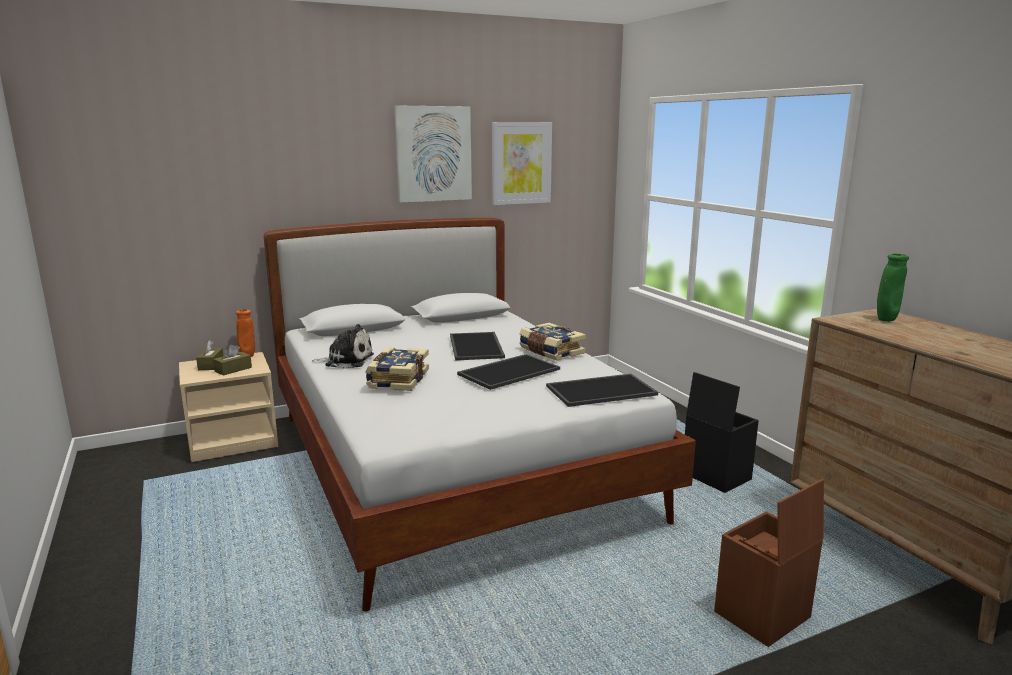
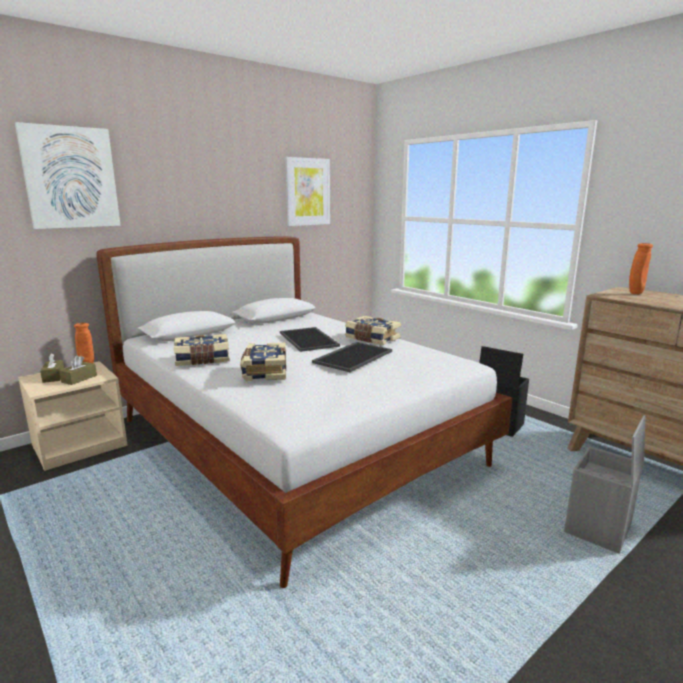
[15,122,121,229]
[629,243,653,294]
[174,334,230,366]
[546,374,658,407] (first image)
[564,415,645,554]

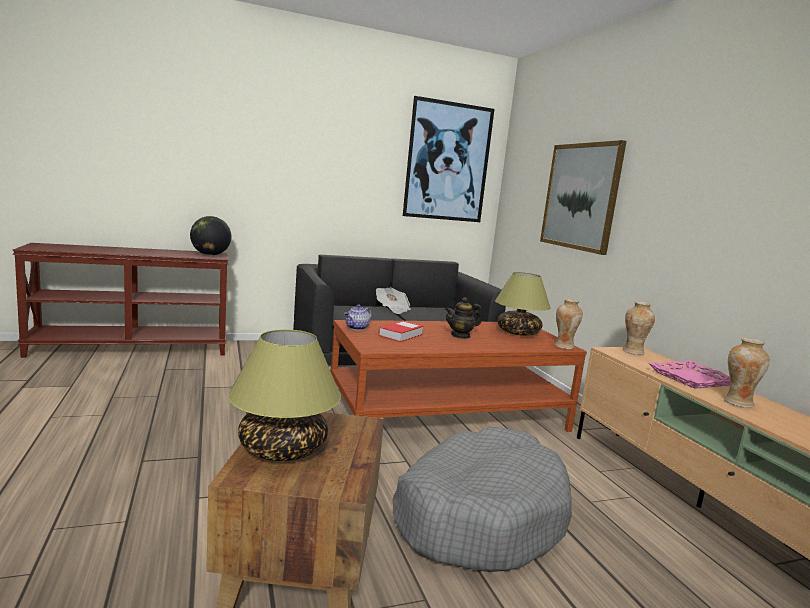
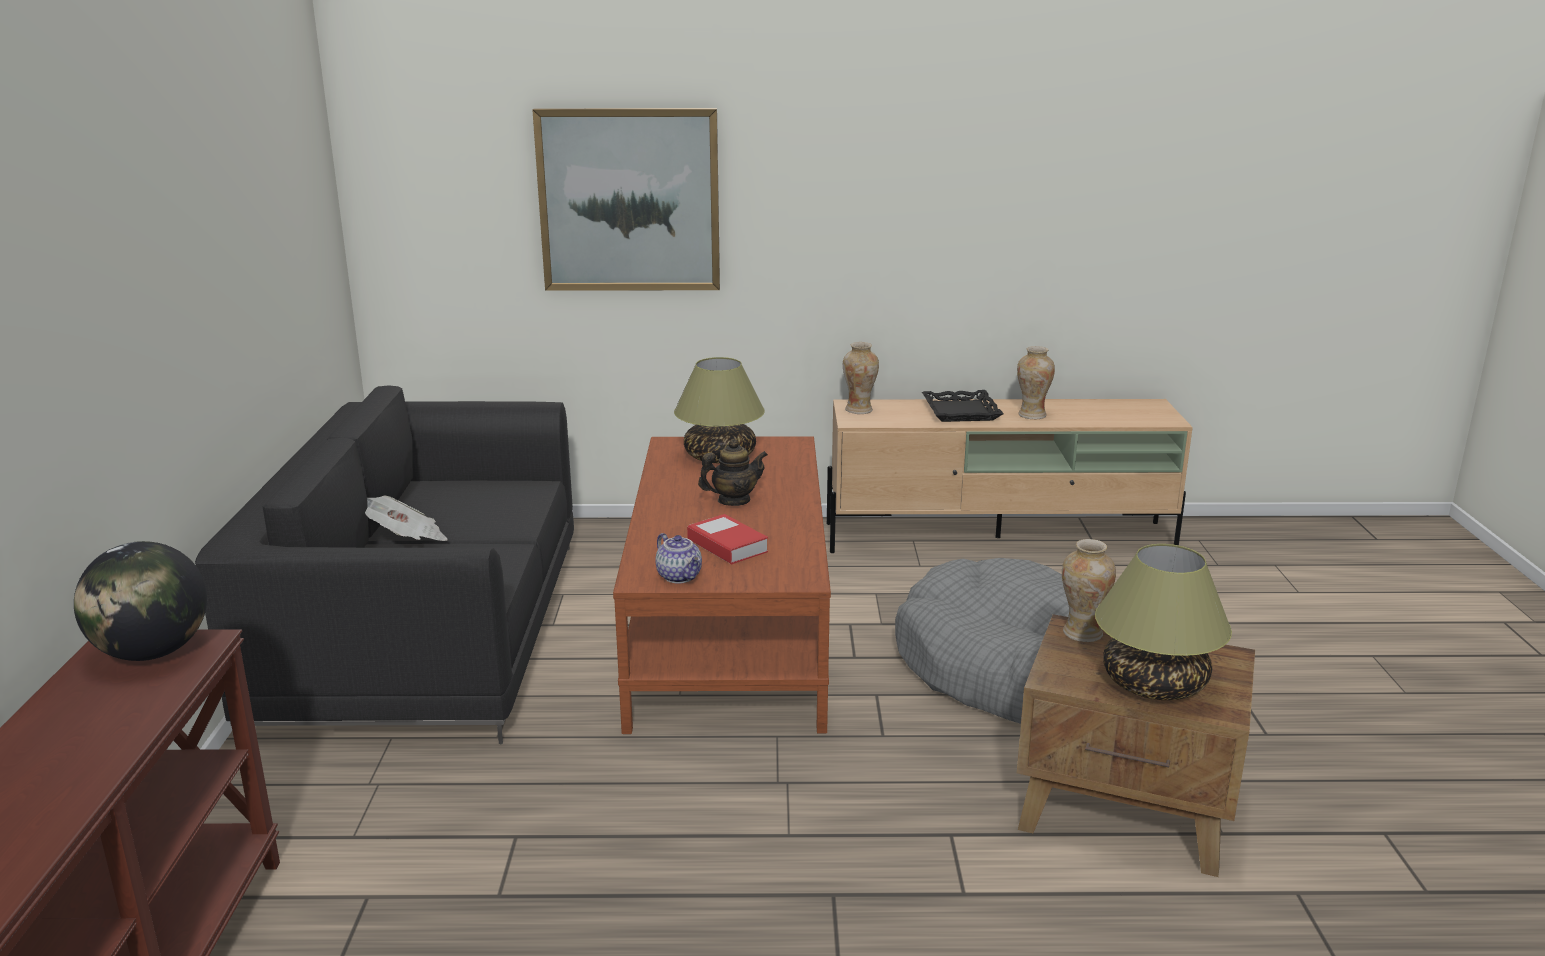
[403,96,494,222] (first image)
[698,439,768,506]
[1062,539,1116,642]
[922,390,1004,422]

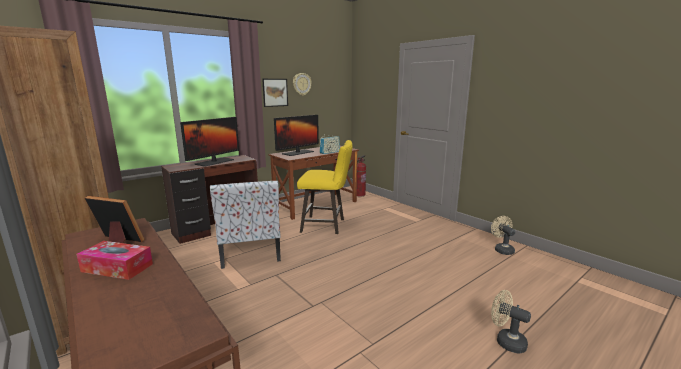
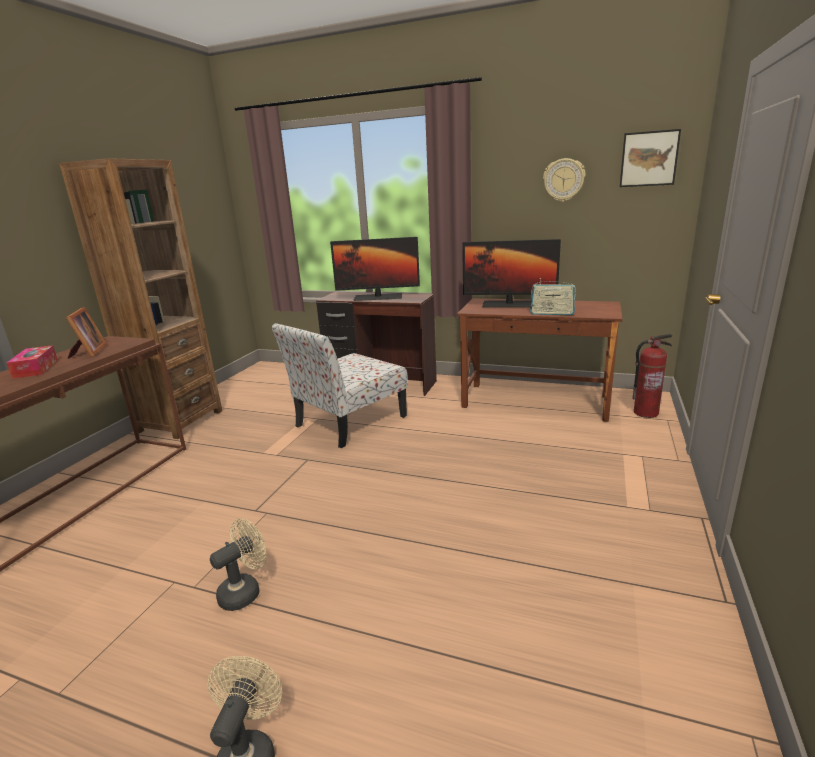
[620,129,681,187]
[297,140,353,234] (first image)
[210,518,266,611]

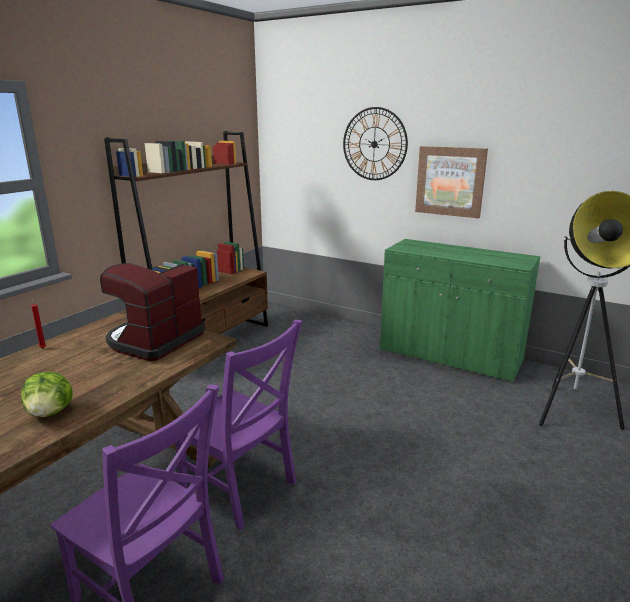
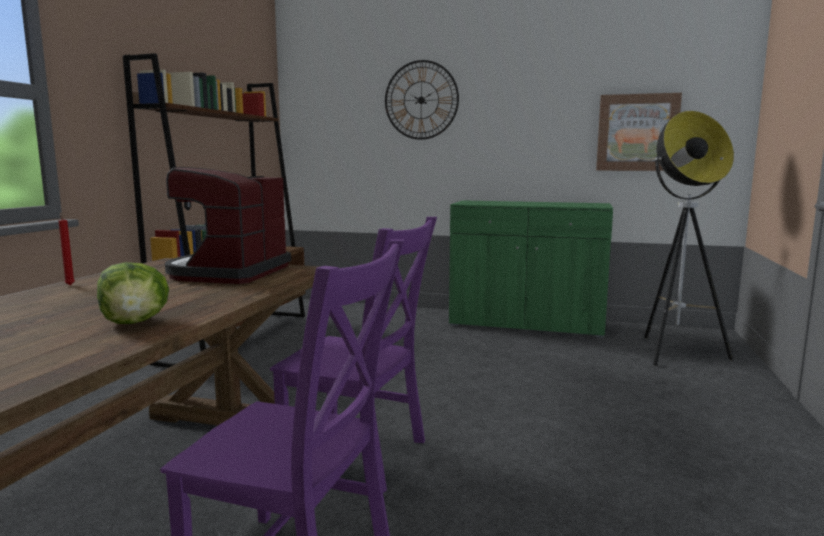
[596,93,682,171]

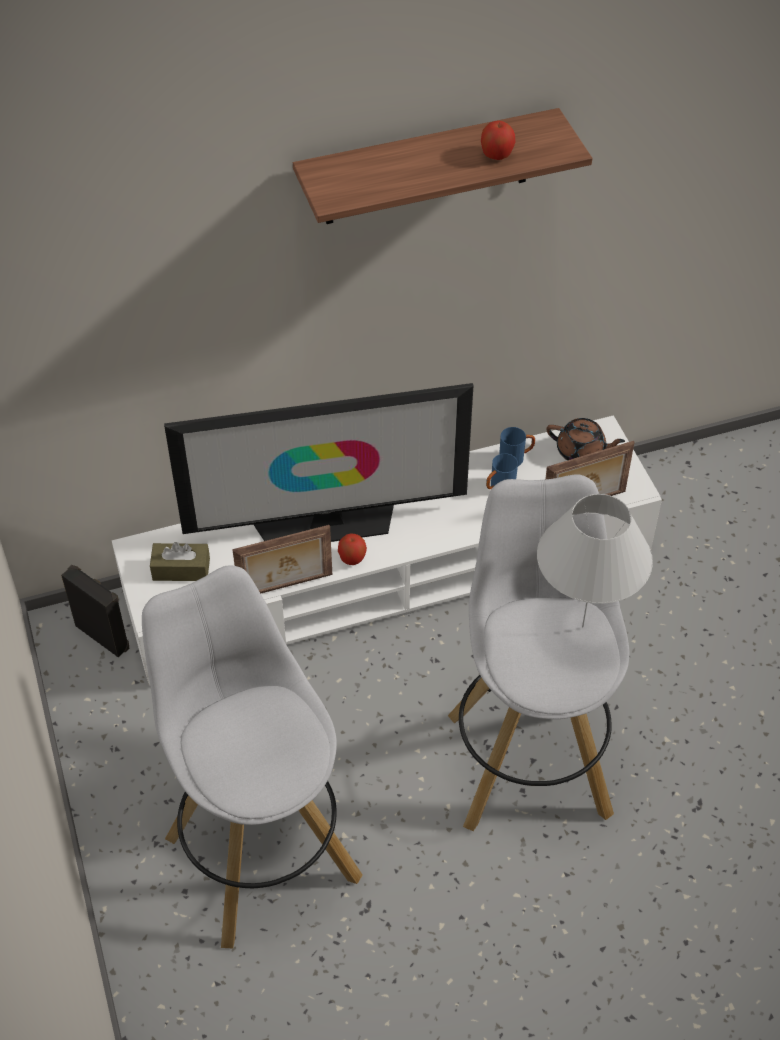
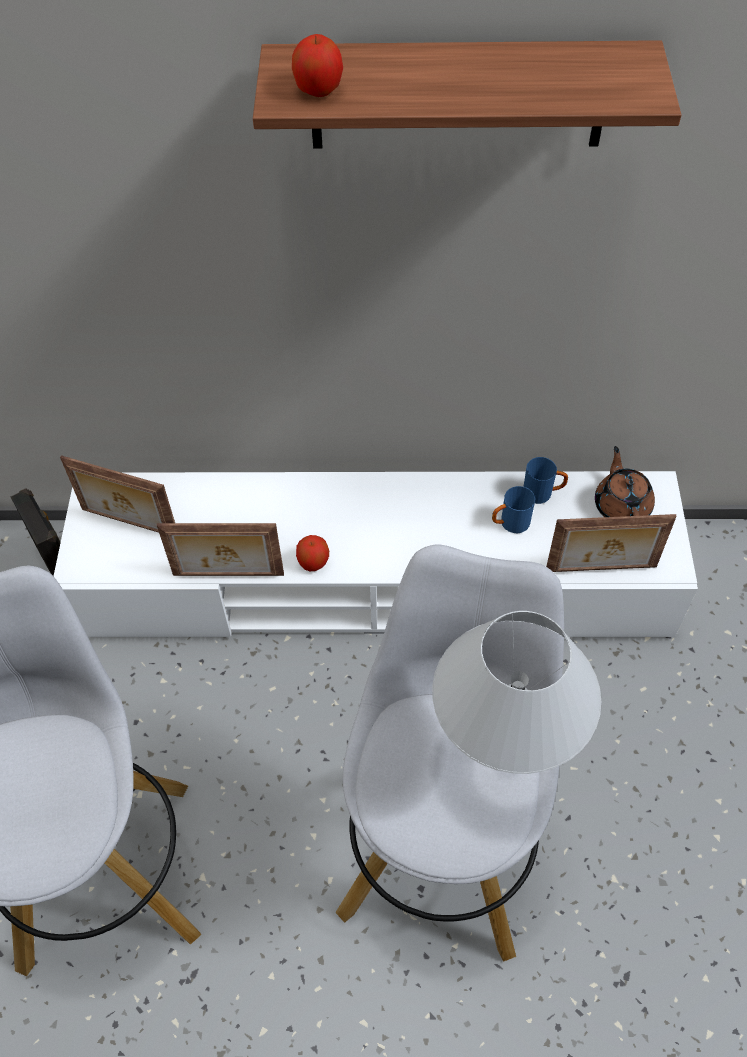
[292,34,343,97]
[164,383,474,542] (first image)
[595,446,655,517]
[60,455,175,533]

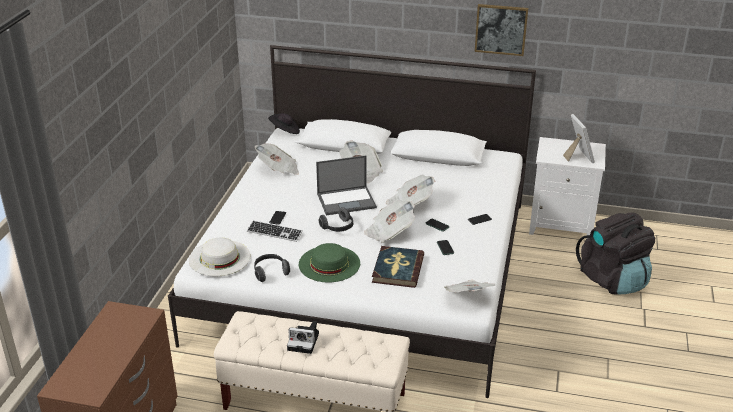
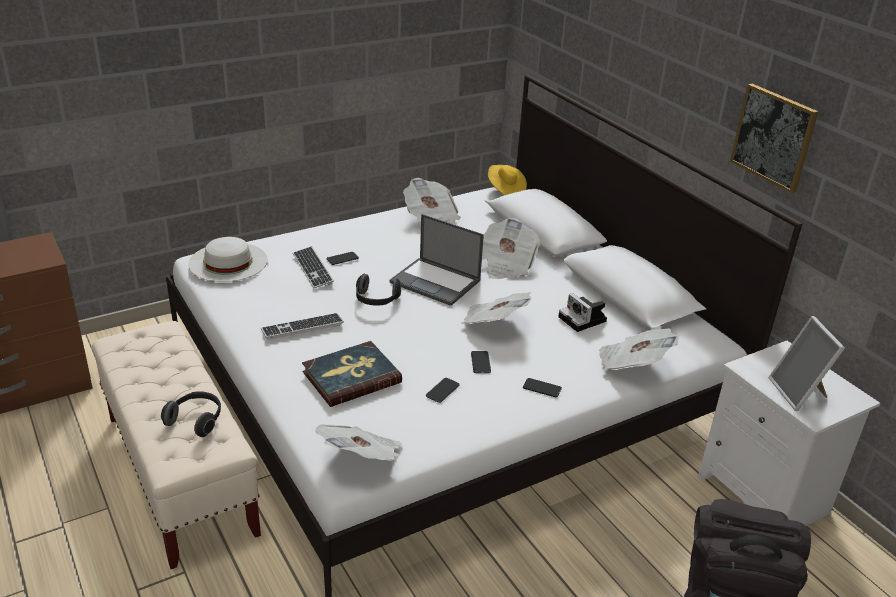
[488,165,527,195]
[769,316,845,411]
[599,328,679,370]
[261,313,344,340]
[161,391,221,437]
[558,293,607,332]

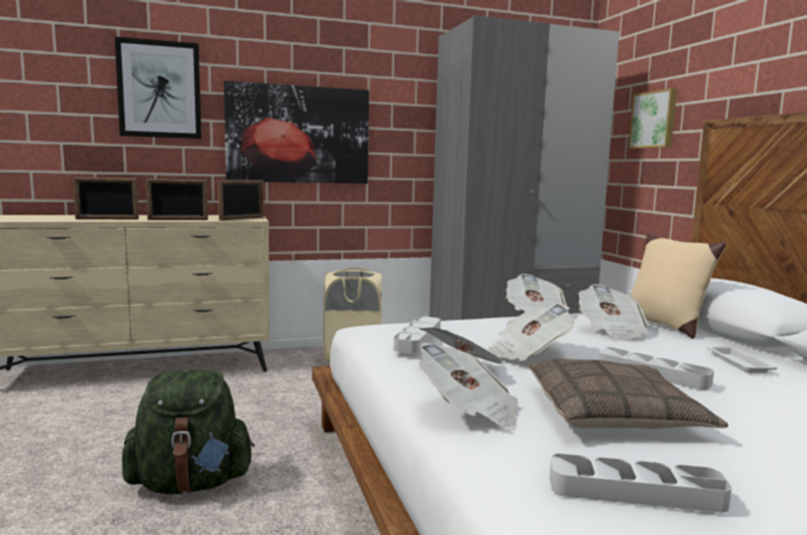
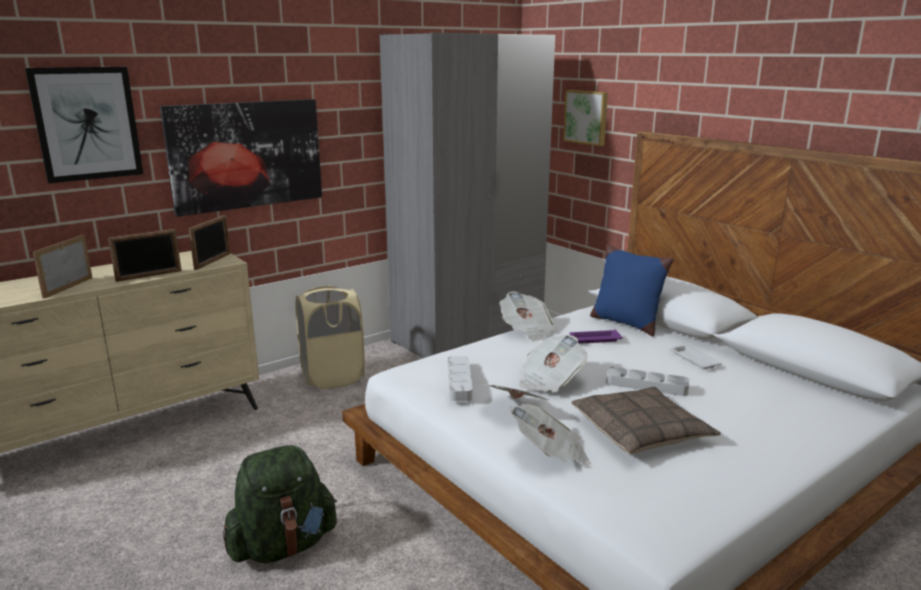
[33,235,92,299]
[590,244,673,336]
[569,330,623,344]
[550,453,732,513] (first image)

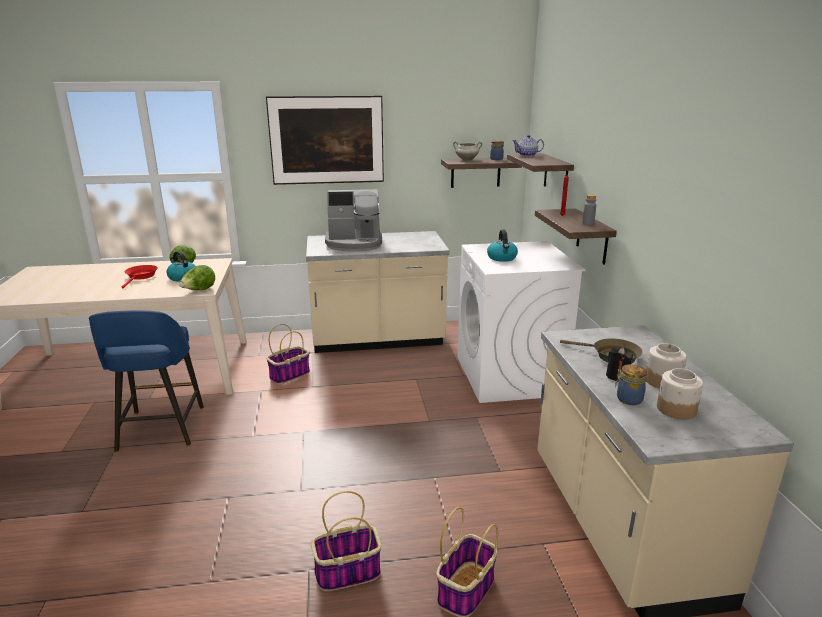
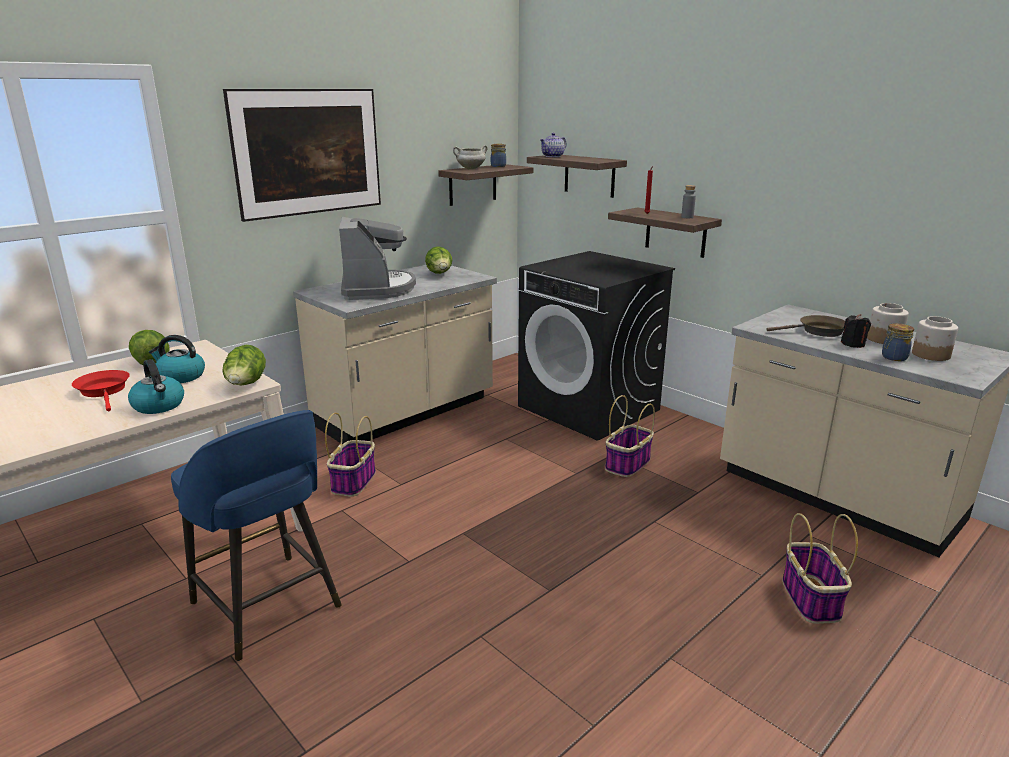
[339,217,416,300]
[128,359,184,414]
[518,251,675,441]
[605,395,655,477]
[425,246,452,274]

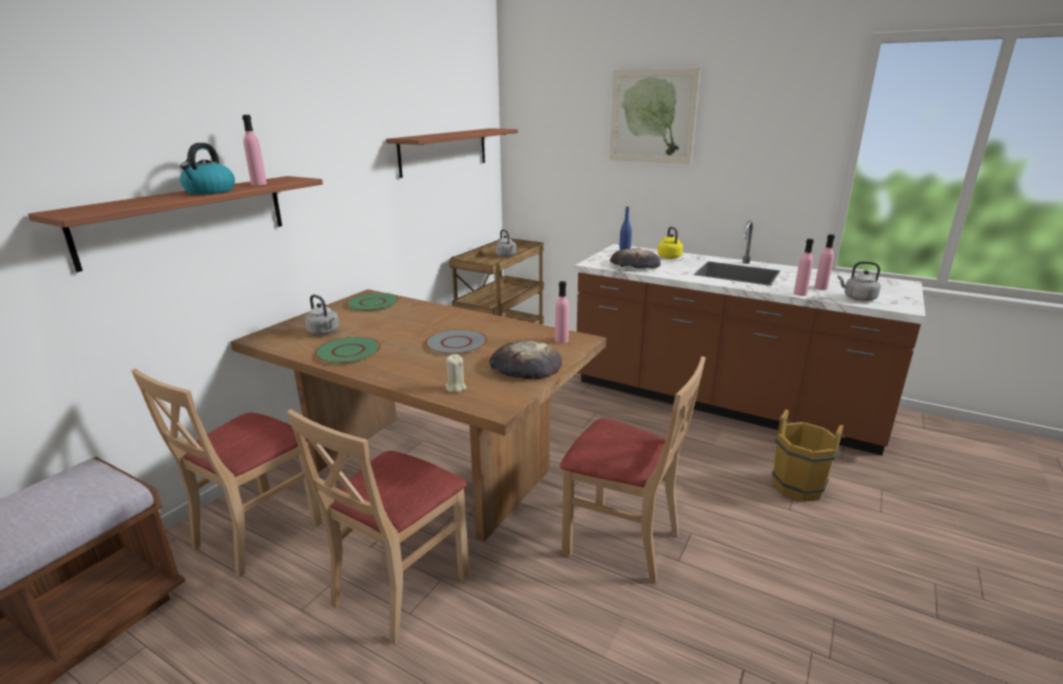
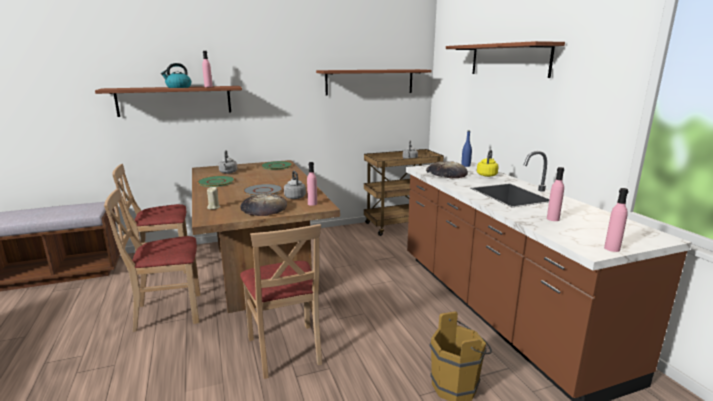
[446,41,565,78]
[604,188,628,252]
[284,171,306,199]

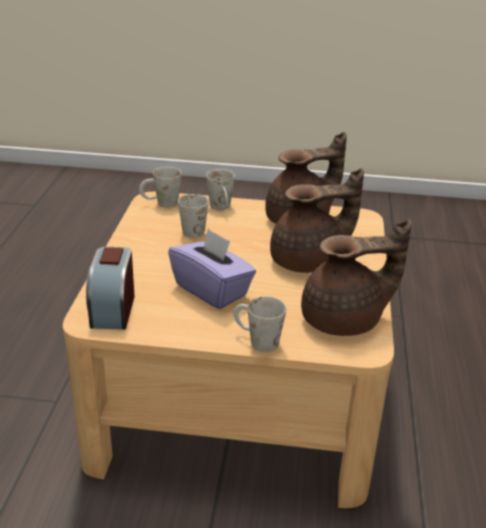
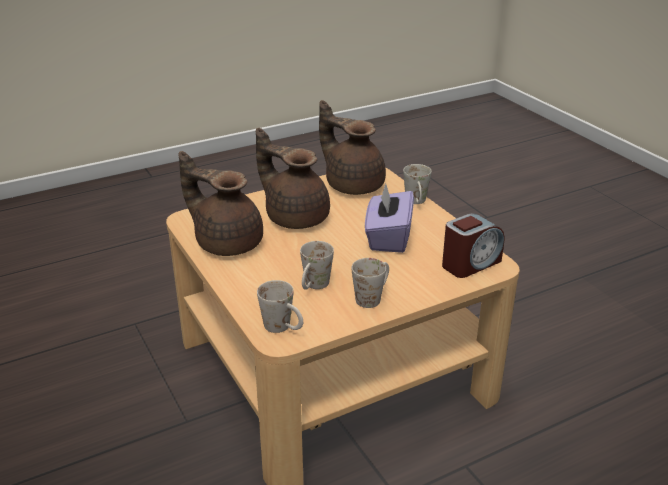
[351,258,389,308]

